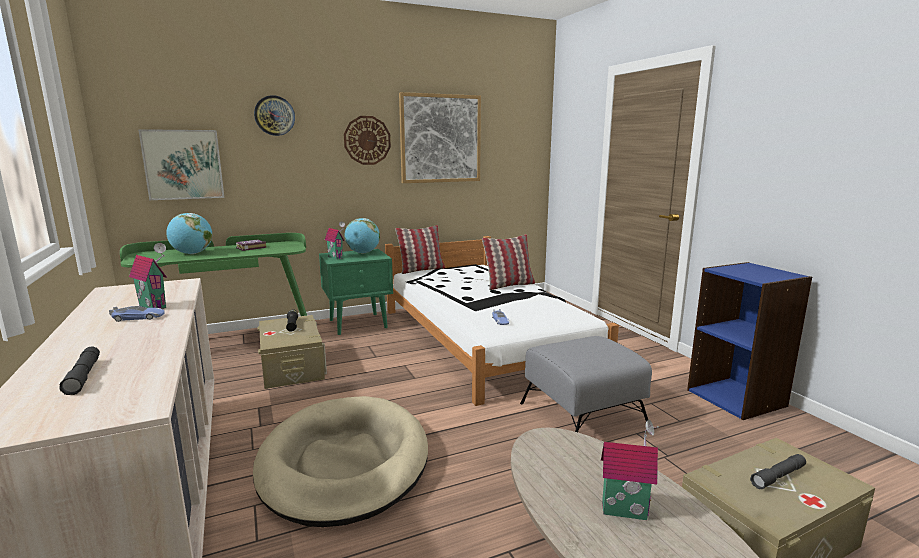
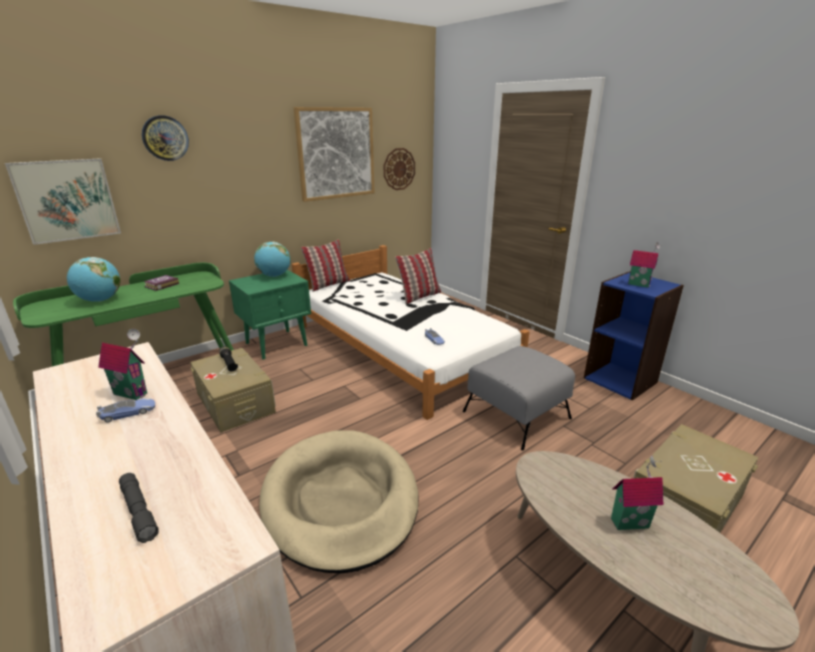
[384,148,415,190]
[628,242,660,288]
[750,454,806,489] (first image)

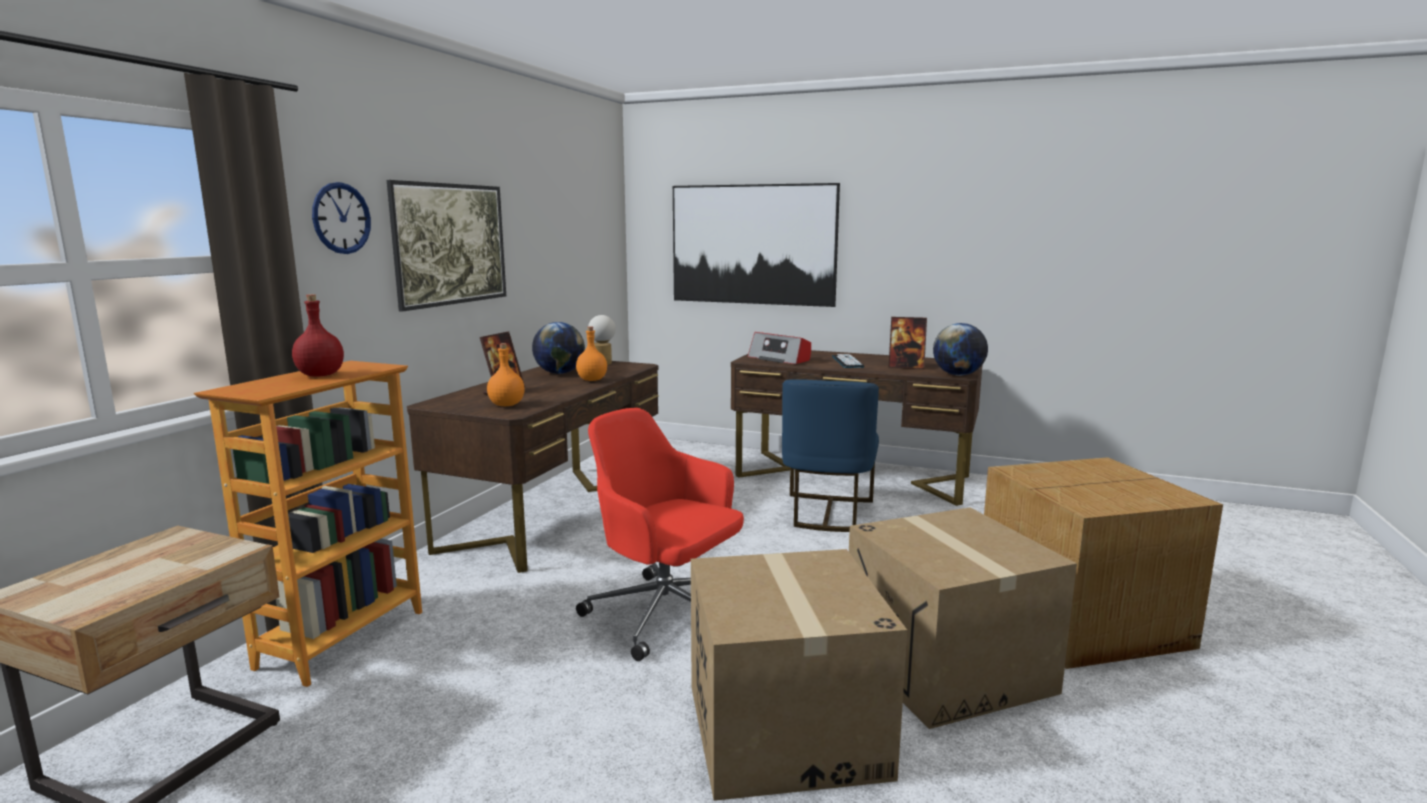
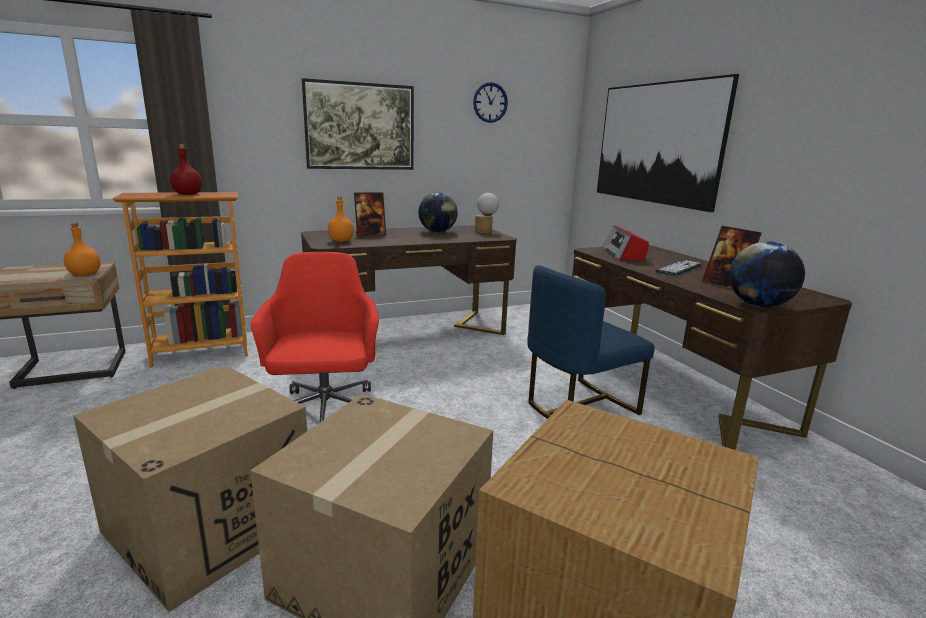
[473,82,508,123]
[64,223,101,276]

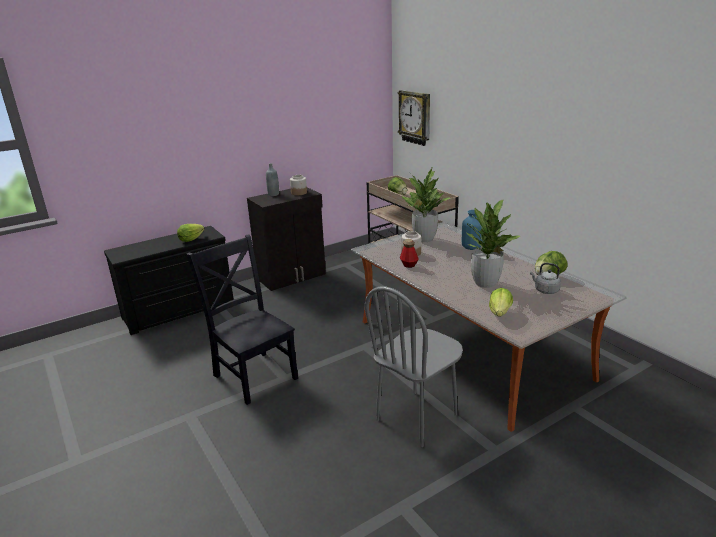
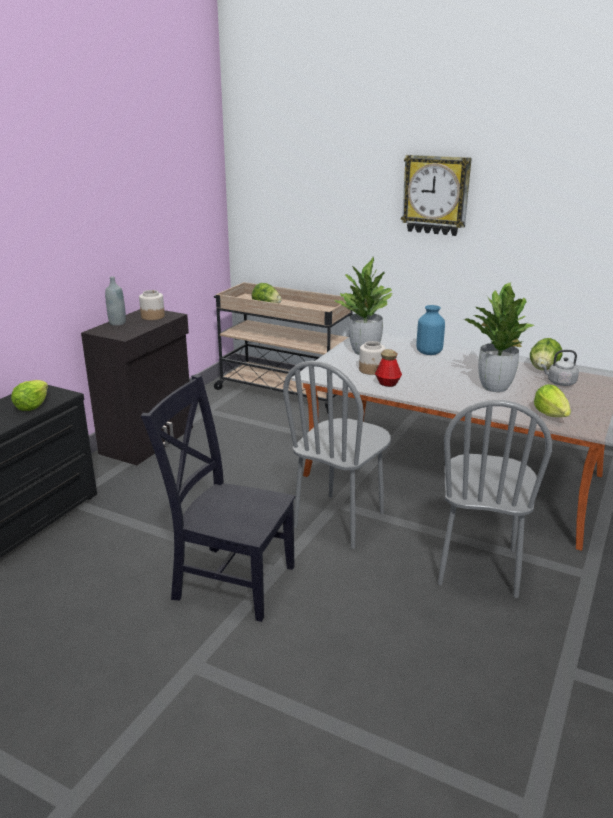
[401,155,472,236]
[283,361,391,549]

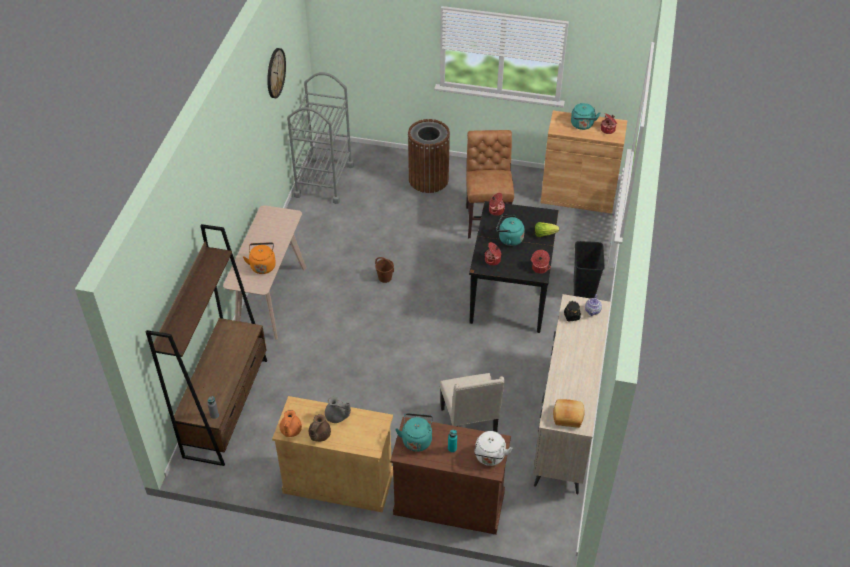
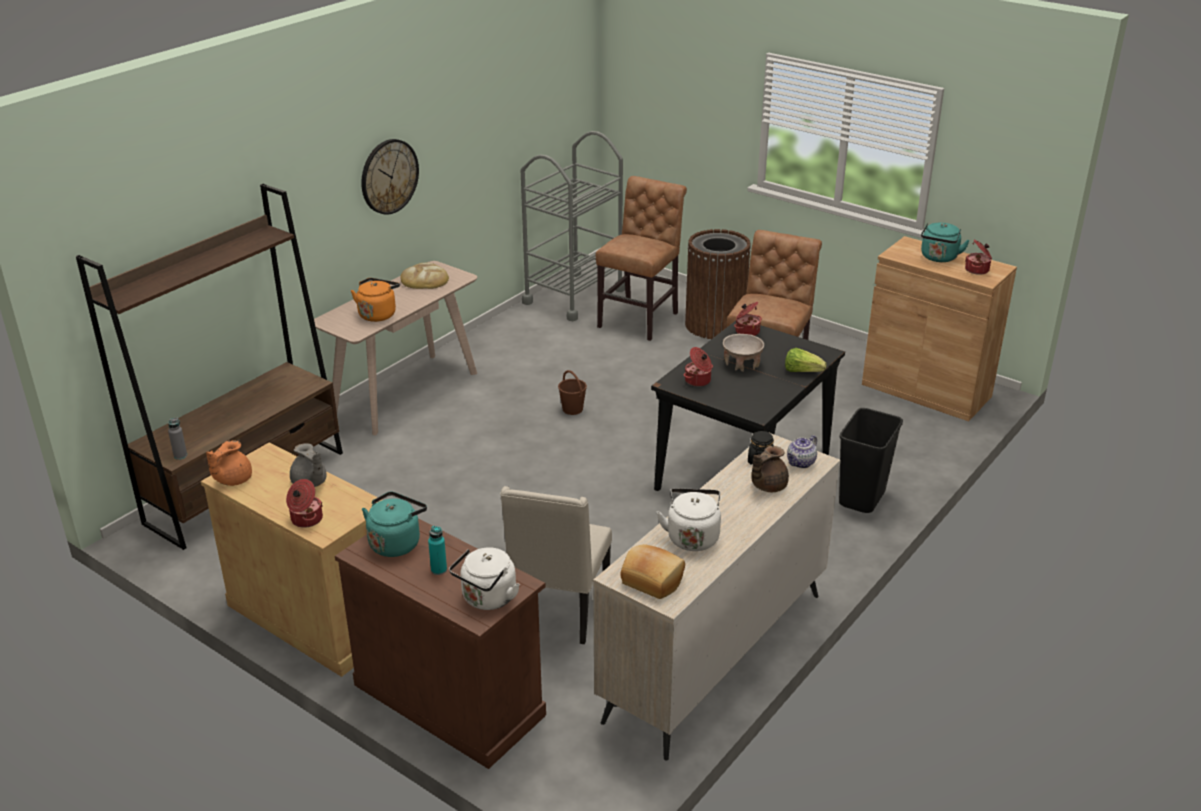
[361,139,419,215]
[723,334,764,372]
[286,479,323,528]
[751,446,789,492]
[596,176,687,341]
[400,262,449,289]
[657,488,721,551]

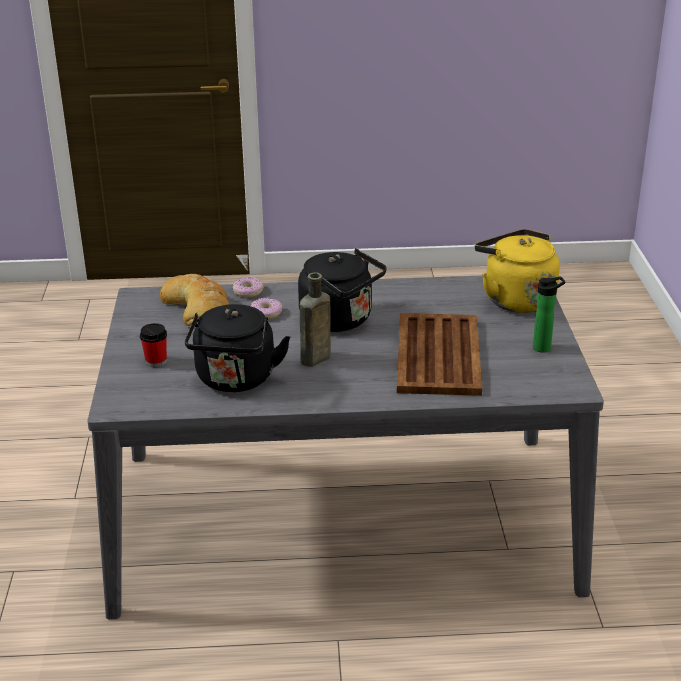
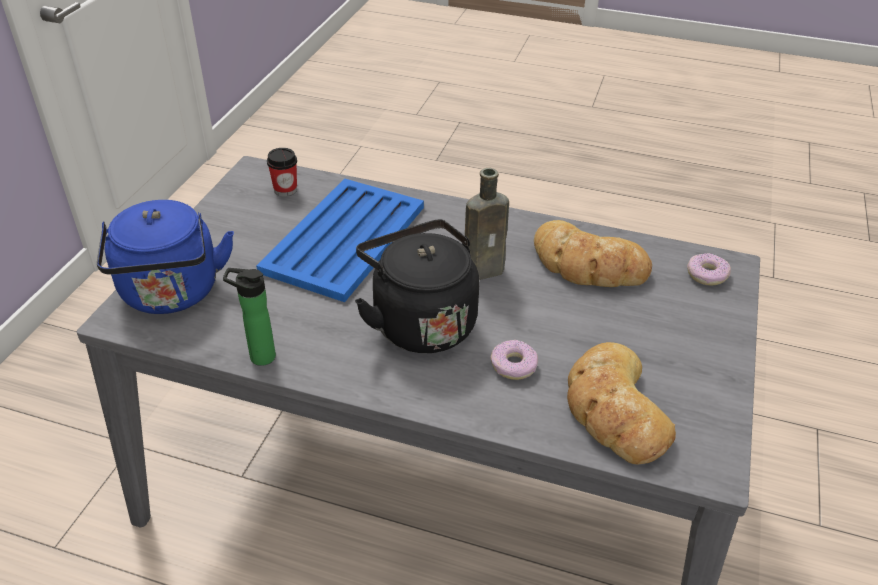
[97,200,234,314]
[223,268,276,366]
[687,253,731,286]
[534,220,652,287]
[256,178,424,302]
[267,148,297,196]

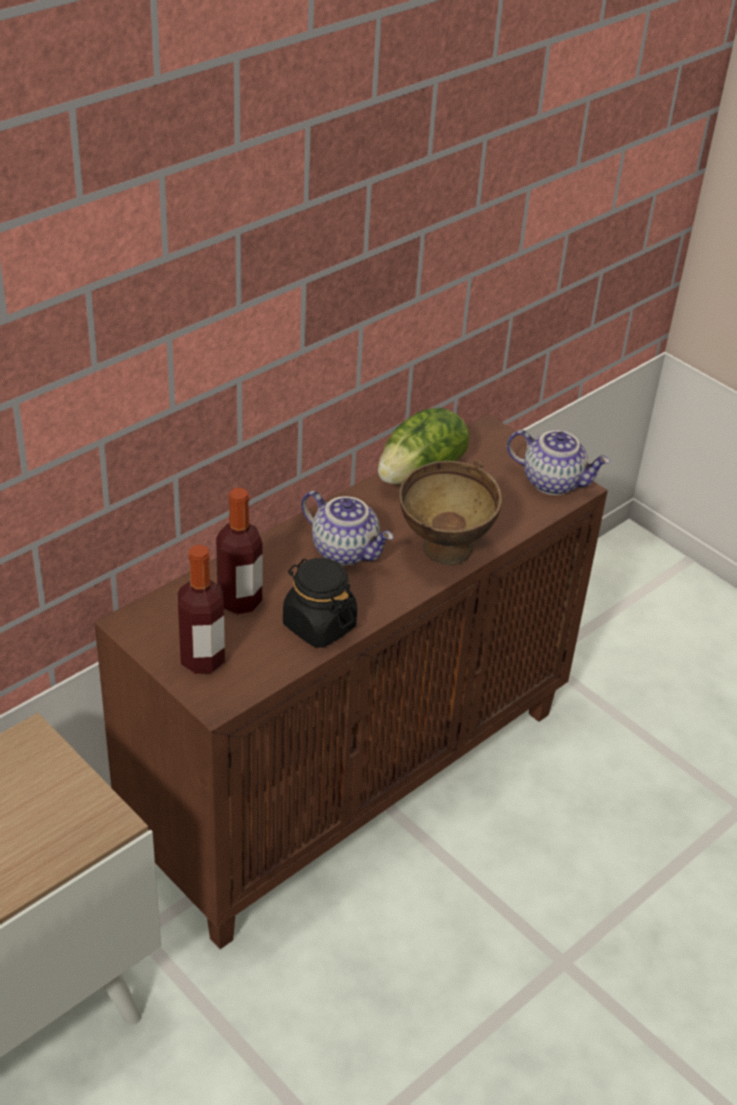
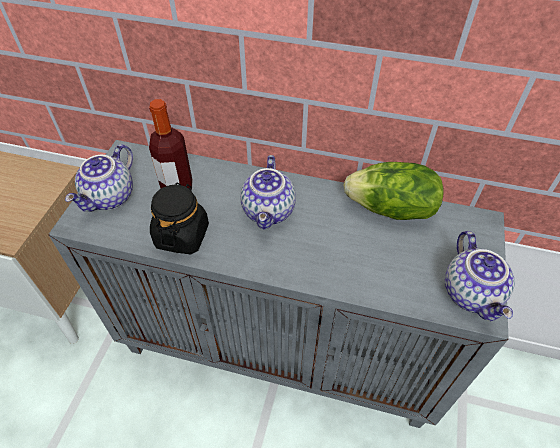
[48,140,509,428]
[399,460,502,566] (first image)
[65,144,133,212]

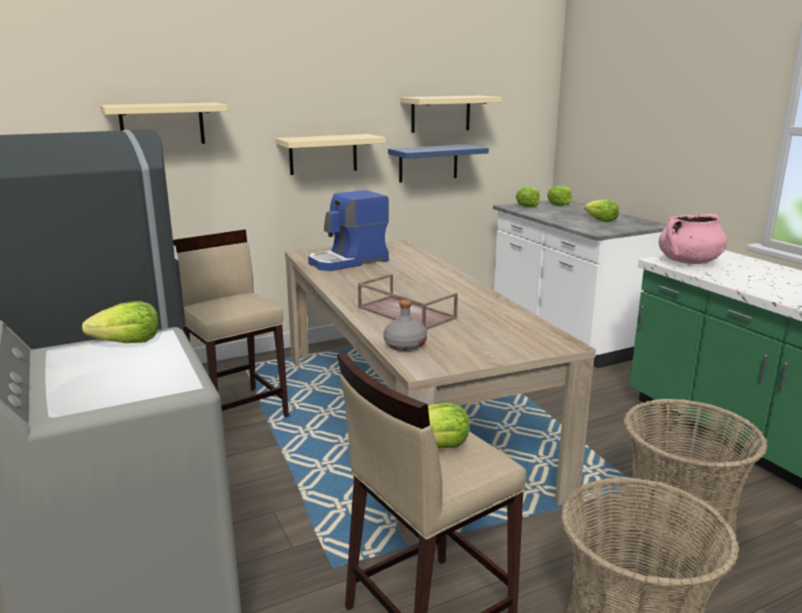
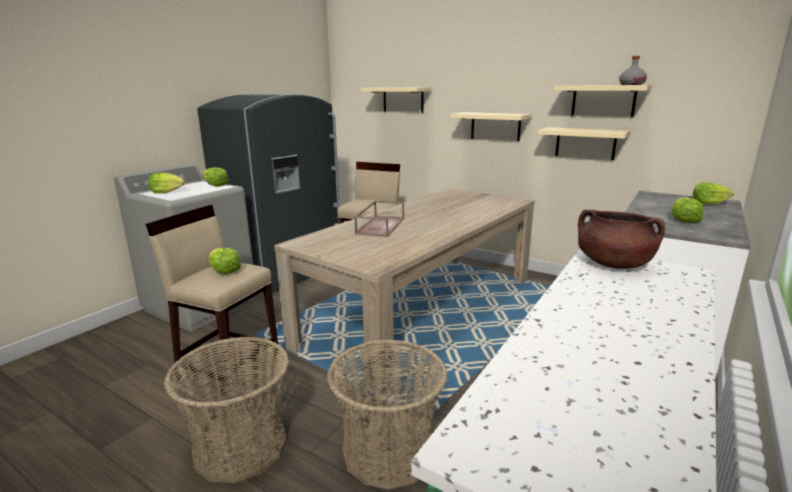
[538,127,630,160]
[148,172,185,193]
[308,190,389,271] (first image)
[578,209,665,269]
[619,56,647,85]

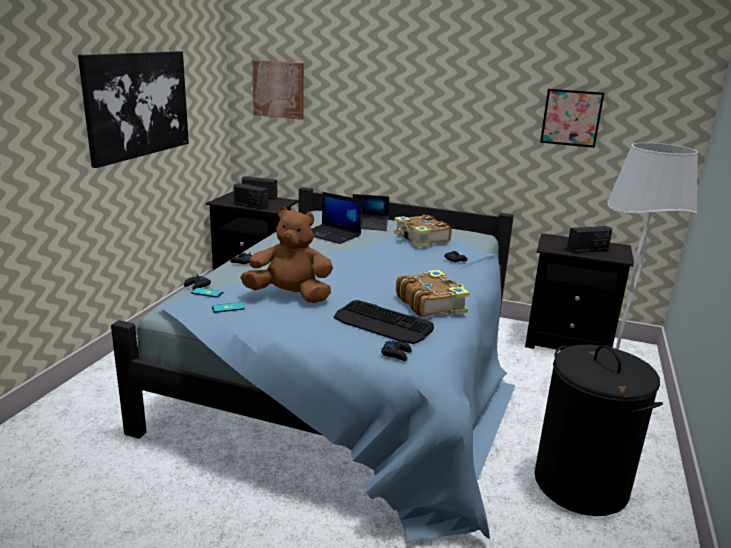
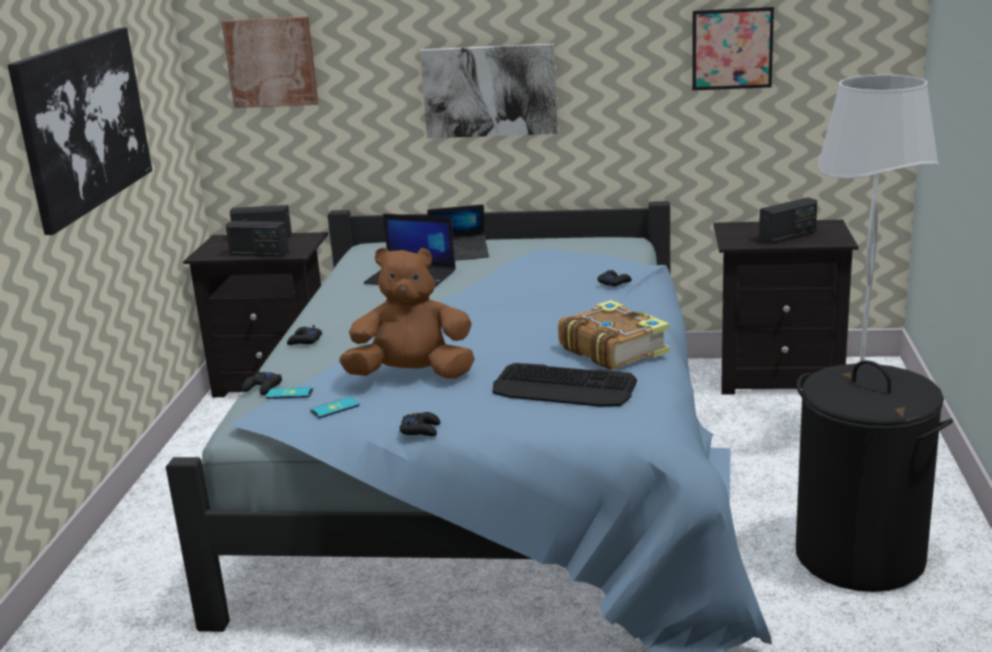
[394,215,452,247] (first image)
[399,412,440,436]
[420,43,558,138]

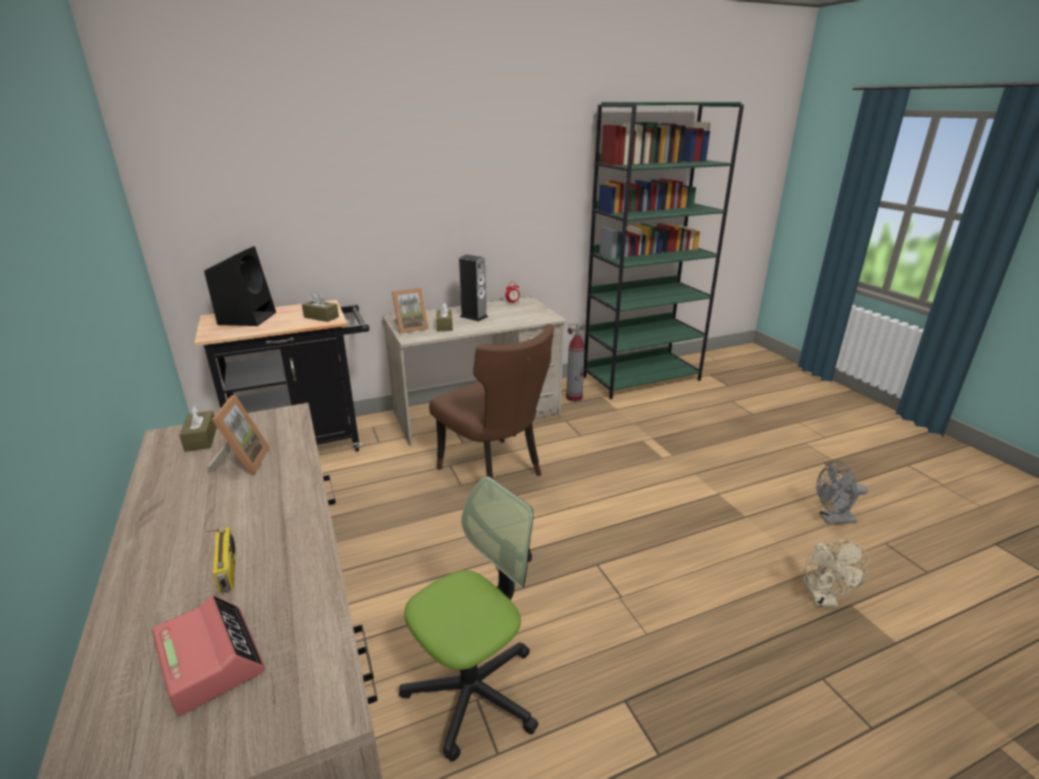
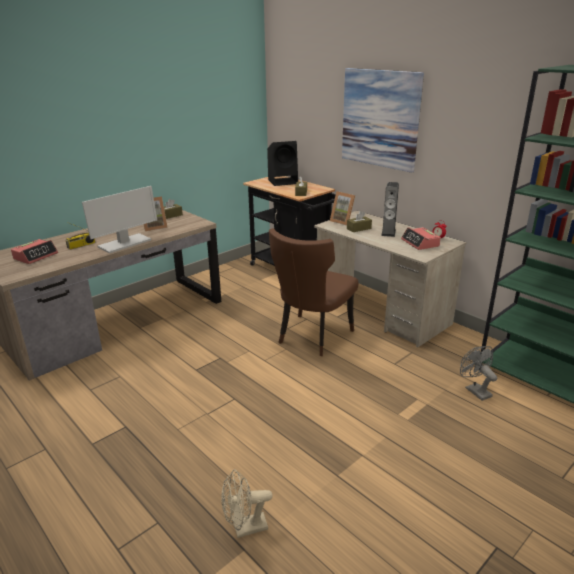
[566,323,586,401] (first image)
[460,346,497,401]
[399,476,538,762] (first image)
[342,68,424,173]
[82,186,157,253]
[401,227,441,250]

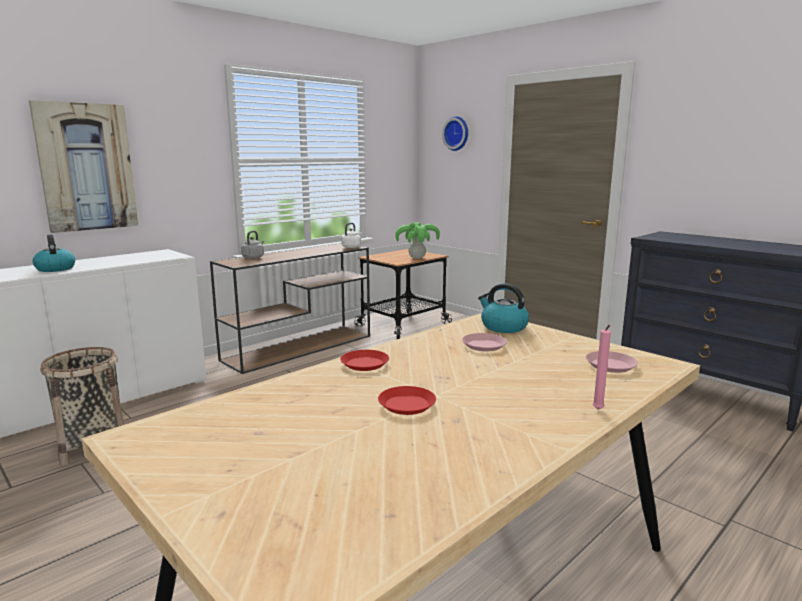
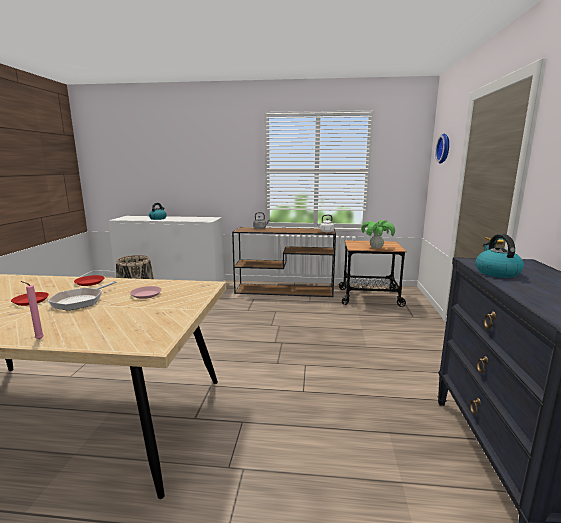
[29,100,138,233] (first image)
[475,234,524,278]
[586,351,638,373] (first image)
[48,281,116,311]

